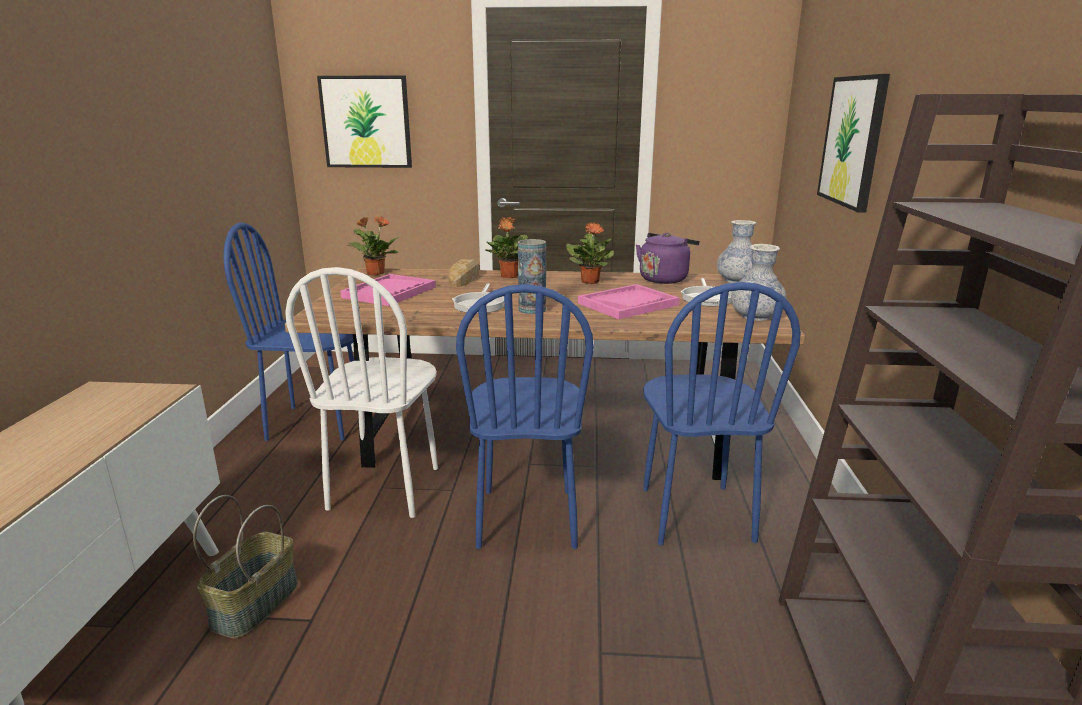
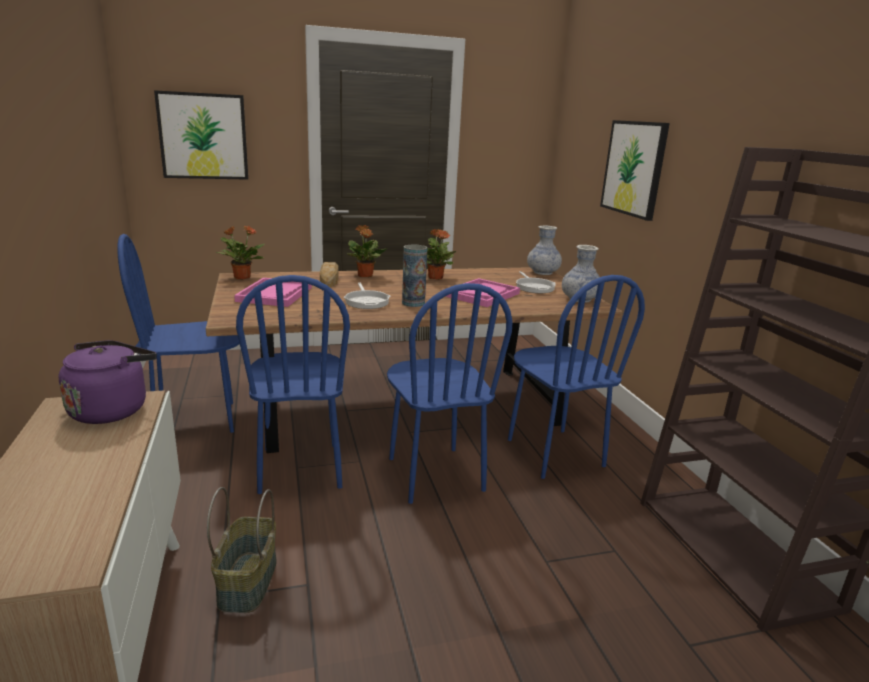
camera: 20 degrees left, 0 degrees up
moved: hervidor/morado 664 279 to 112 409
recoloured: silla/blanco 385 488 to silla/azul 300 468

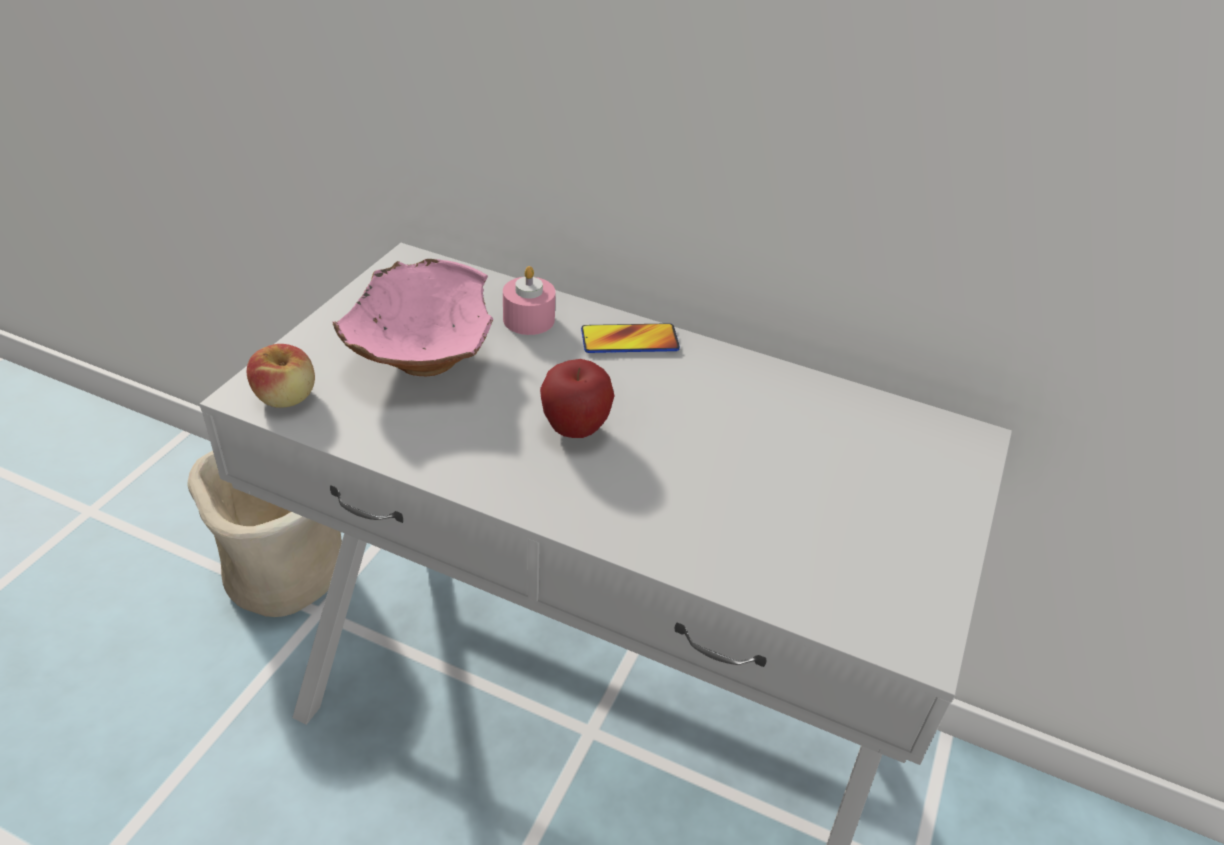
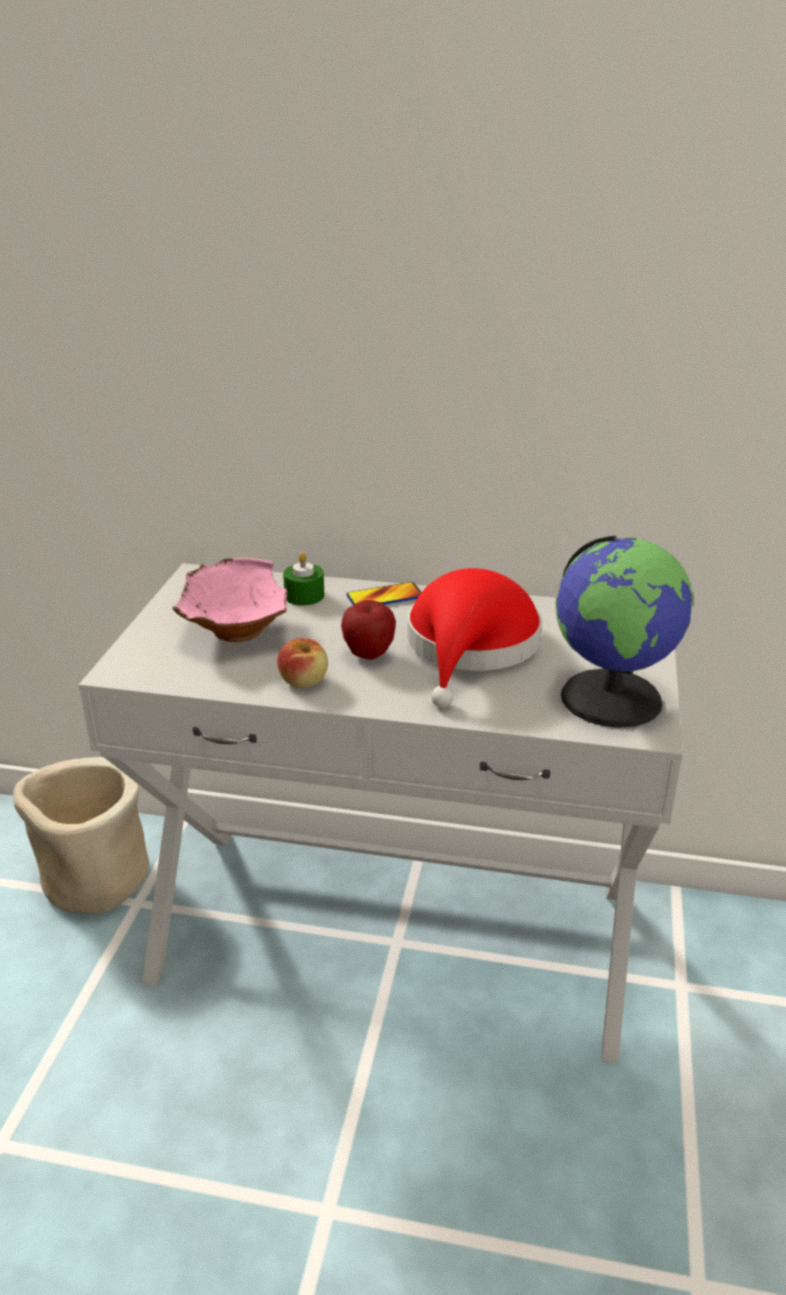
camera: 10 degrees left, 10 degrees down
added: sombrero/rojo 471 647; globo terráqueo 612 697
moved: manzana 286 397 to 304 681
recoloured: vela/rosa 528 319 to vela/verde 304 596

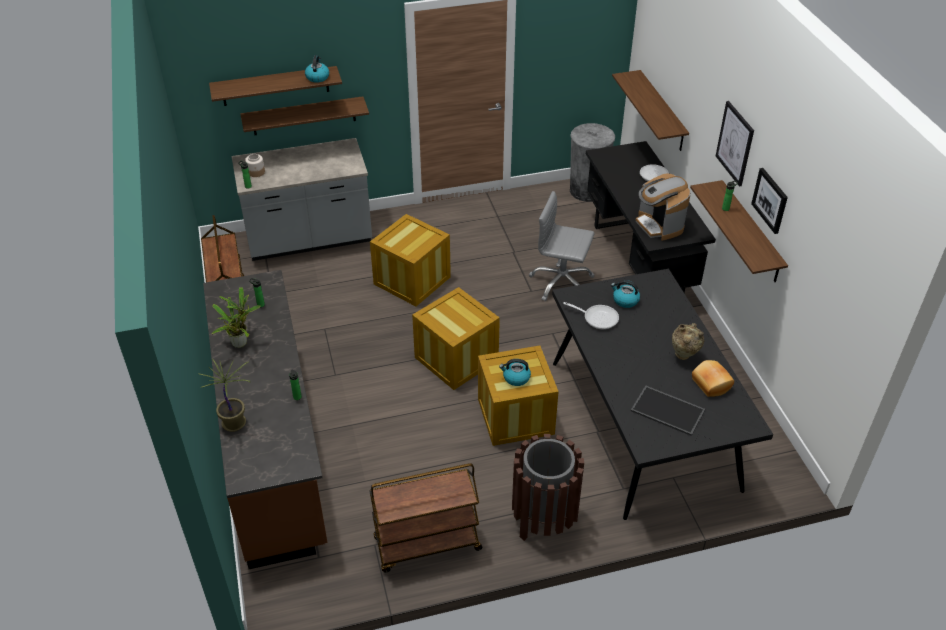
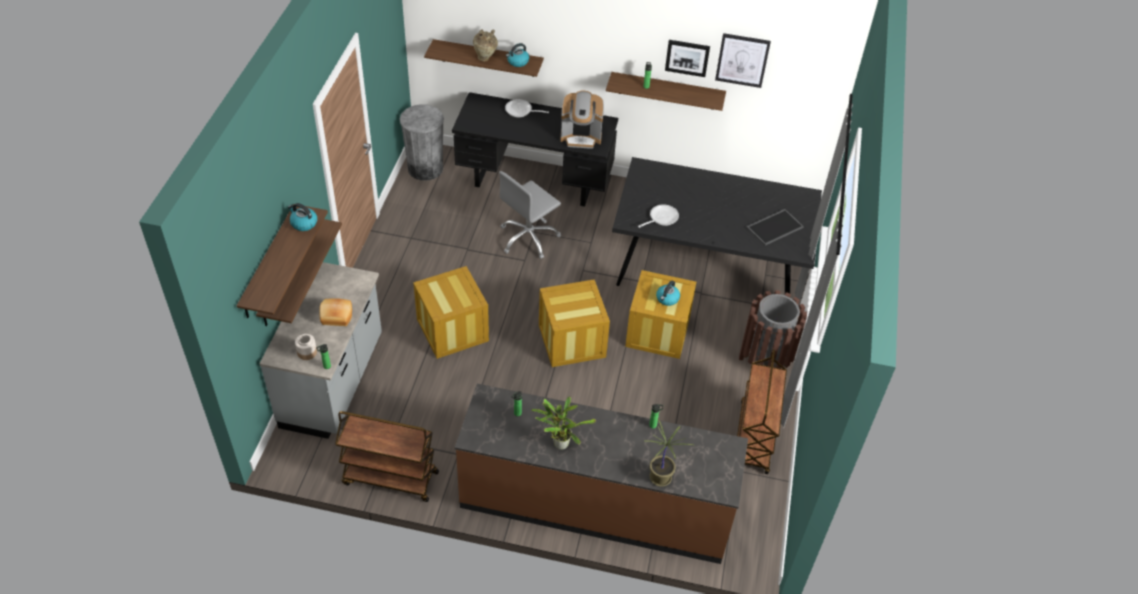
camera: 65 degrees left, 5 degrees up
moved: hervidor 625 300 to 517 62; florero/beis 684 356 to 485 58; pan 710 384 to 336 317; cuadro 735 143 to 742 60

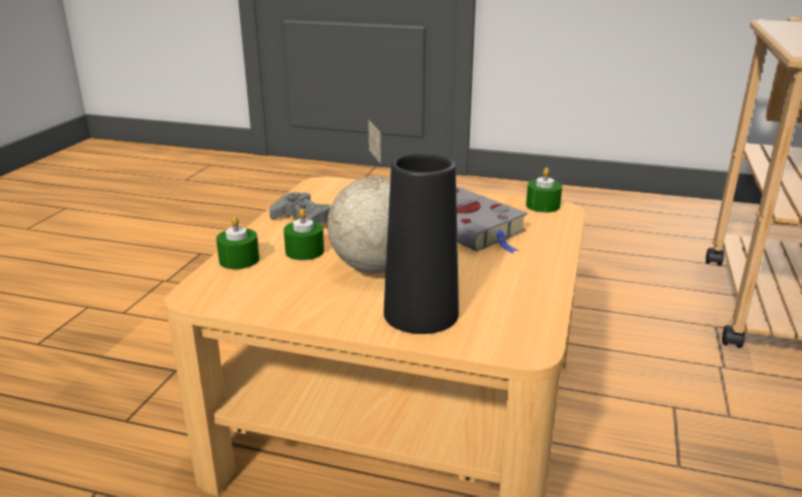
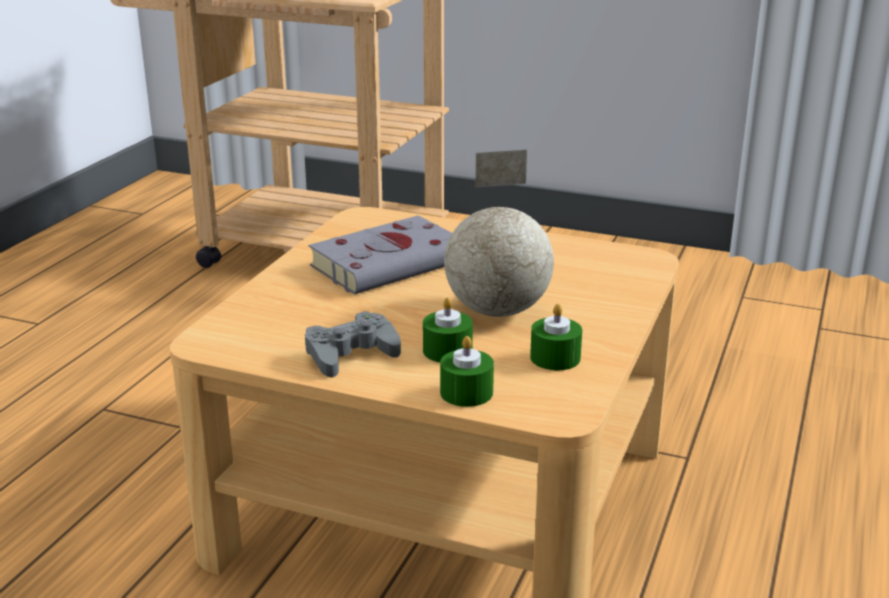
camera: 85 degrees left, 0 degrees up
removed: florero/negro 421 313
moved: vela/verde 542 206 to 555 358

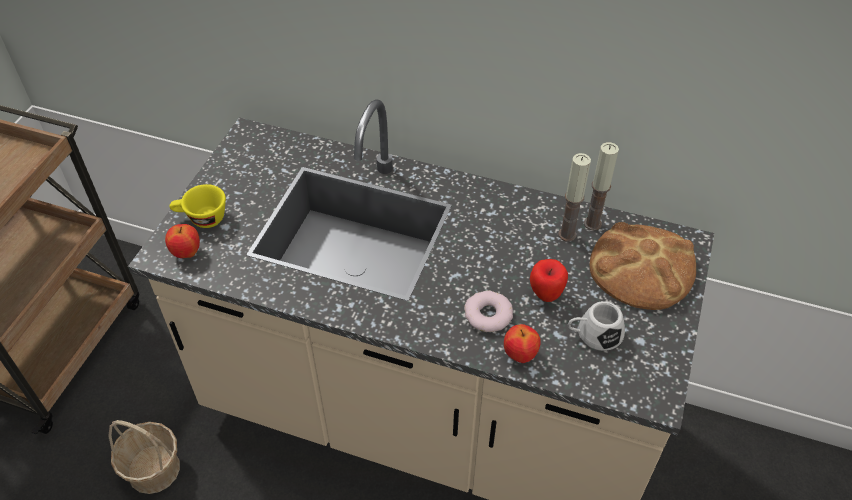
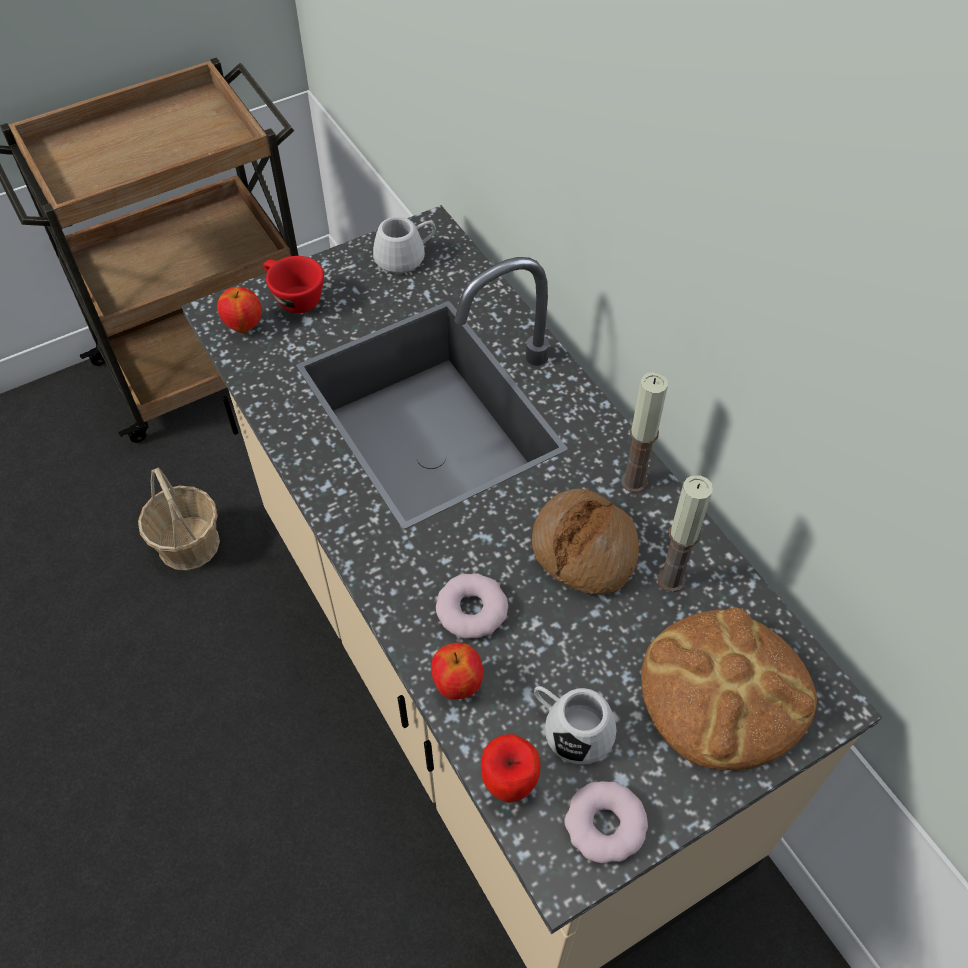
camera: 40 degrees right, 5 degrees up
added: taza grande/blanco 406 256; pan 584 549; rosquilla 605 825
moved: manzana 545 295 to 509 784; vela 592 223 to 634 481
recoloured: taza/amarillo 201 219 to taza/rojo 293 298

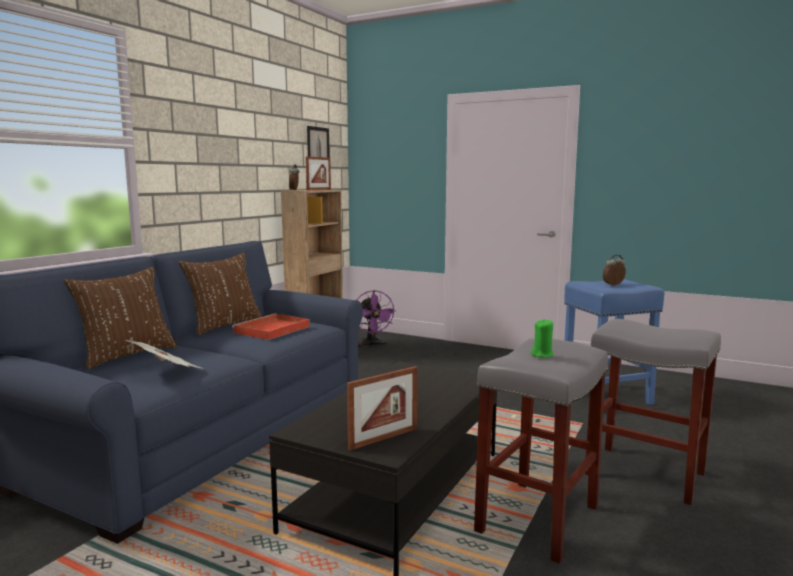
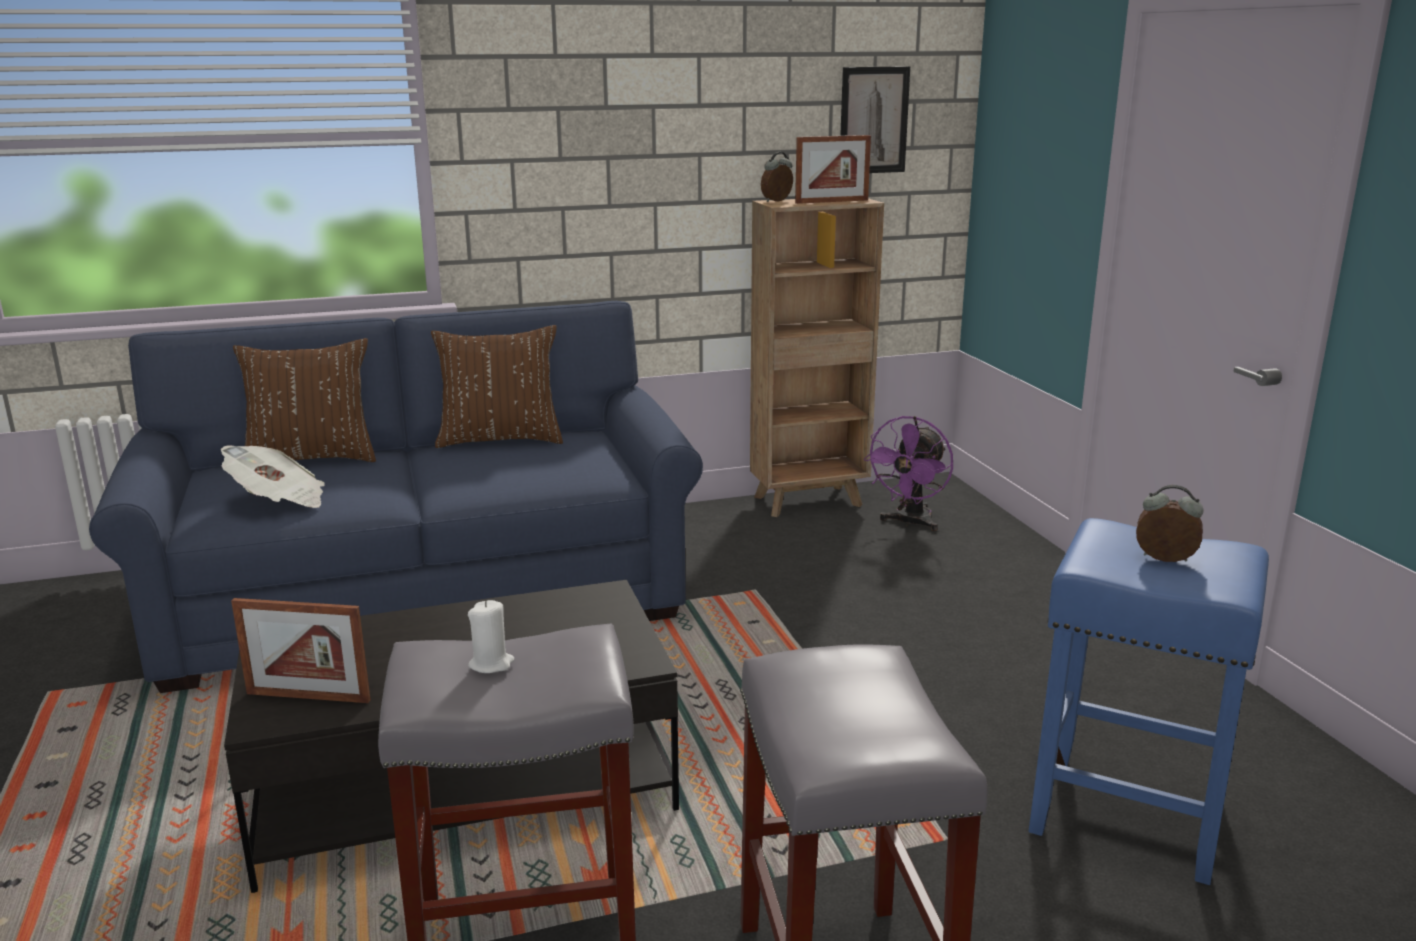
camera: 45 degrees right, 10 degrees up
removed: bandeja/rojo 271 330
recoloured: vela/verde 542 355 to vela/blanco 491 664

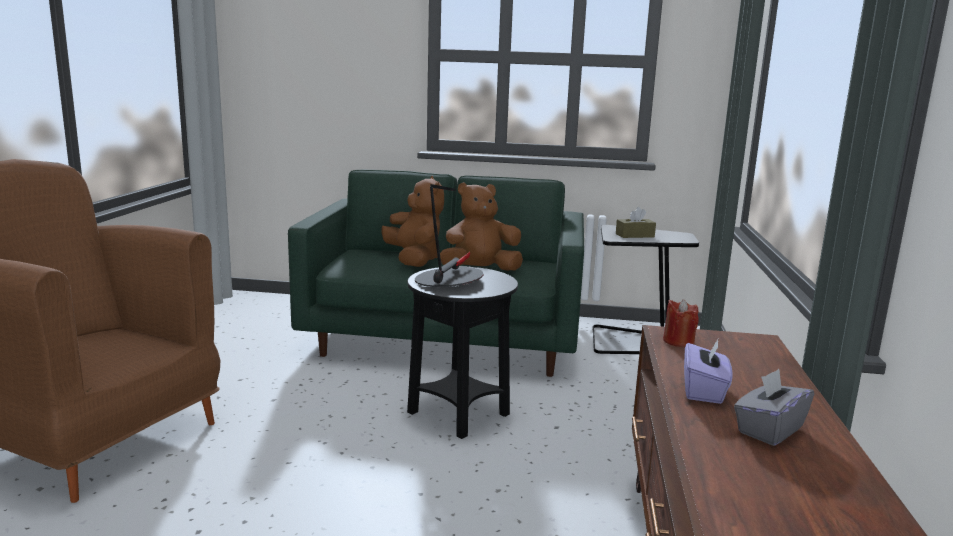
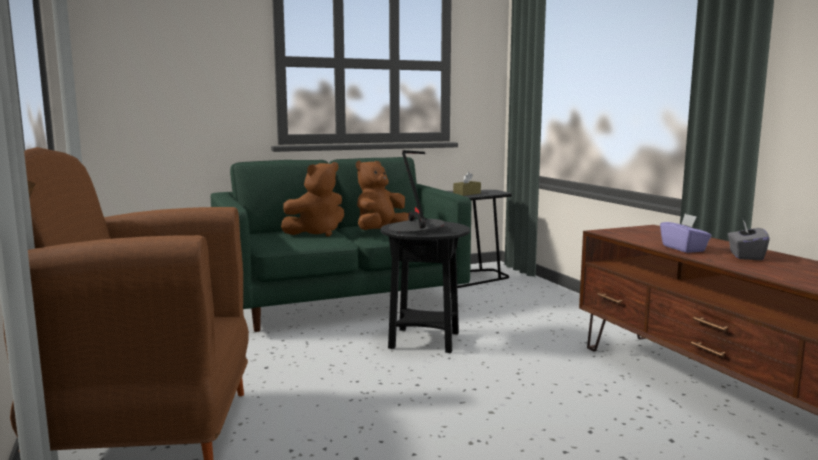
camera: 30 degrees left, 5 degrees down
removed: vela/rojo 678 341
turned: peluche/marrón 414 260 = 316 233 105 degrees clockwise

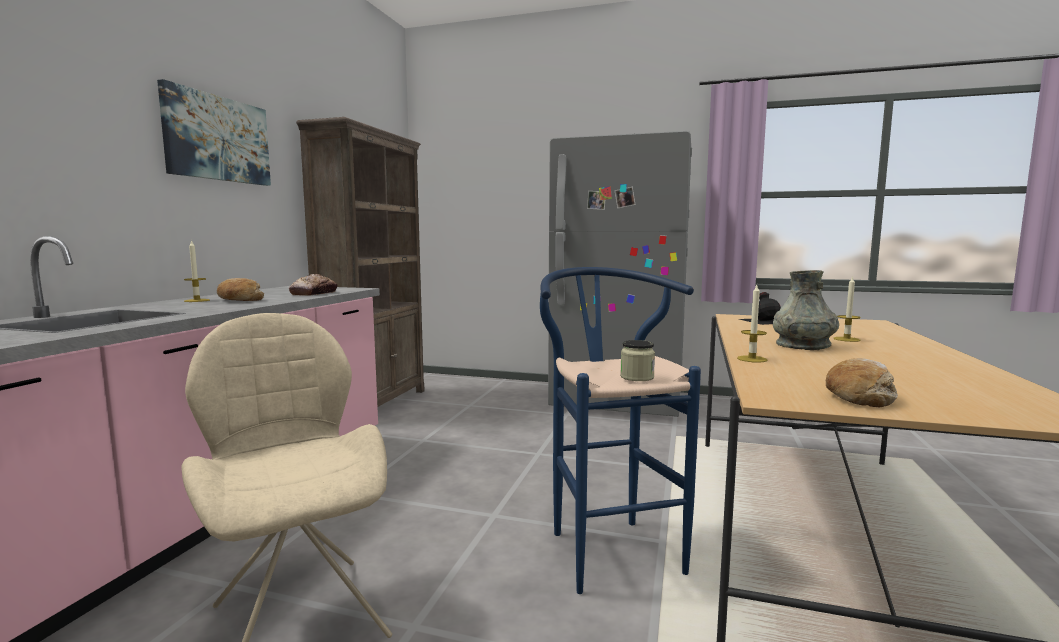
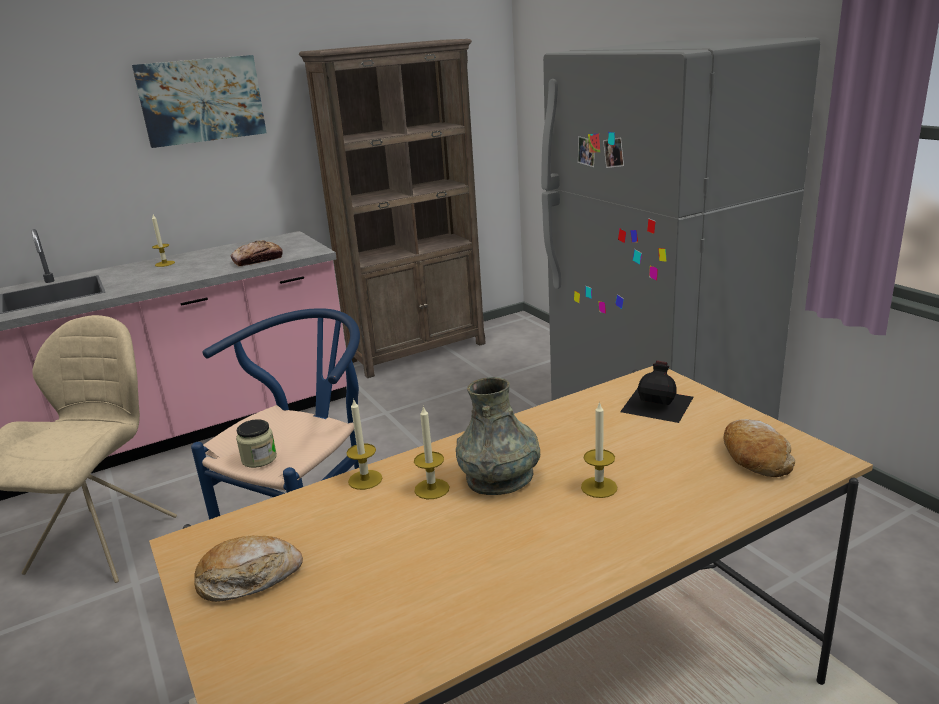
camera: 45 degrees right, 15 degrees up
added: vela 432 489
moved: pan 239 300 to 754 458

